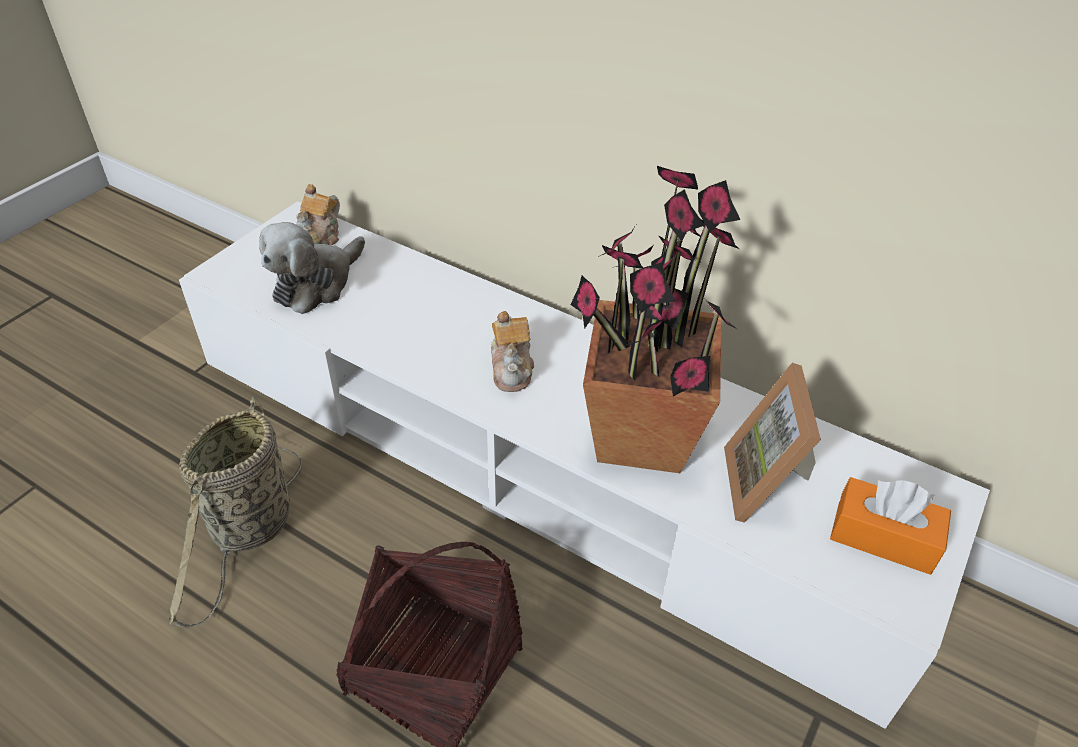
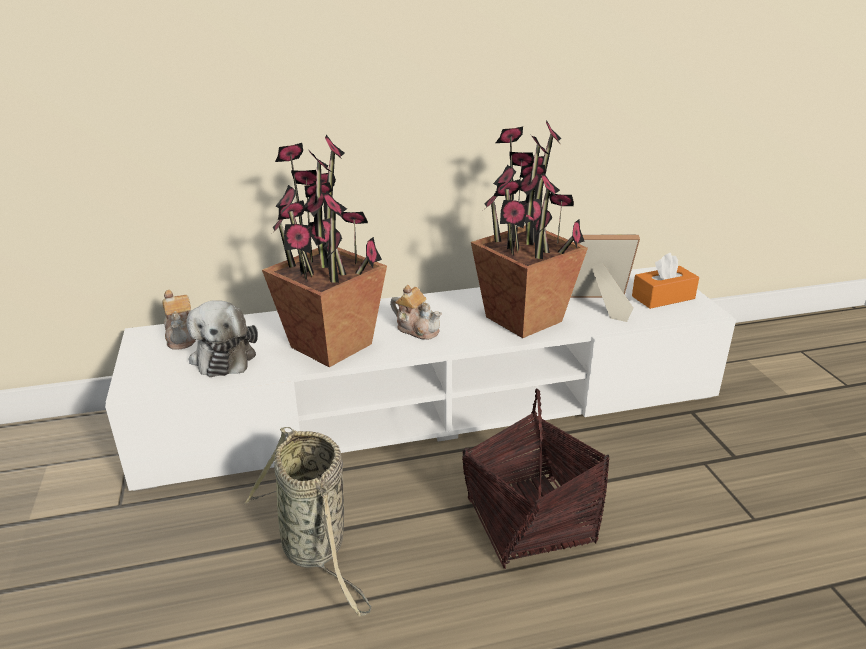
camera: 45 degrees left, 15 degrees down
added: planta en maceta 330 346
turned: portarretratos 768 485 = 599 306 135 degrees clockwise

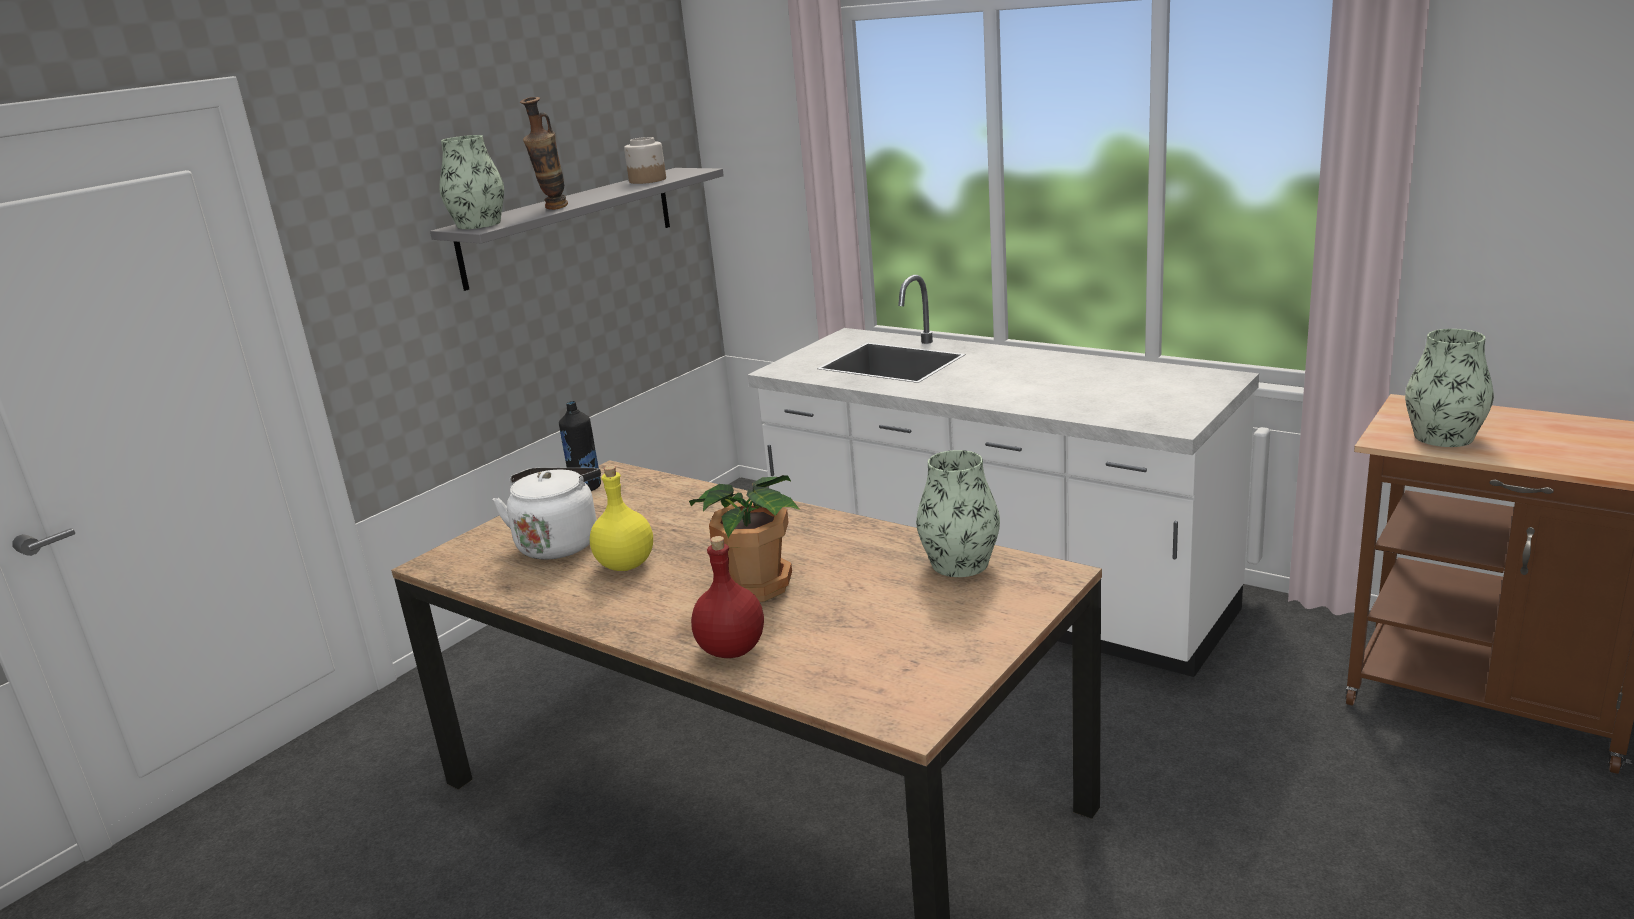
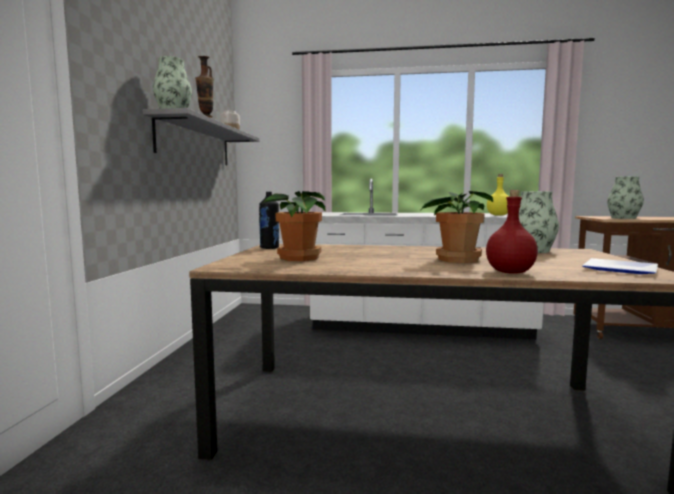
camera: 30 degrees left, 15 degrees down
added: plato 617 269
moved: botella/amarillo 626 565 to 498 215
replaced: hervidor/blanco 559 543 to planta en maceta 298 258

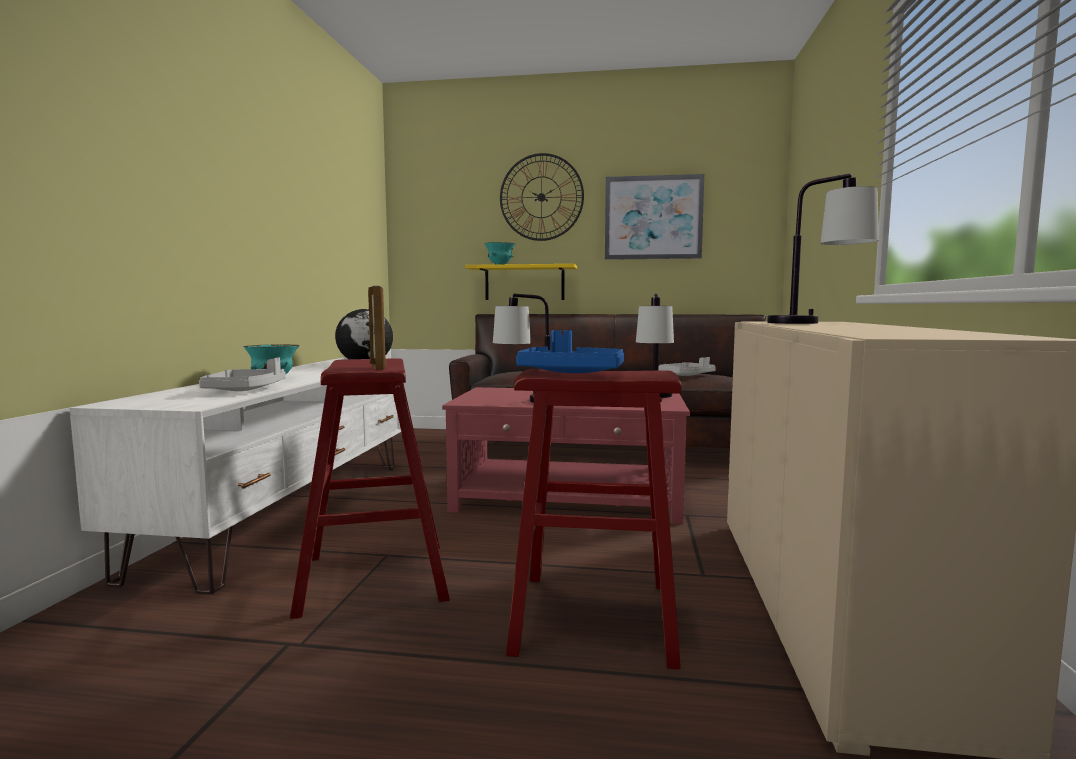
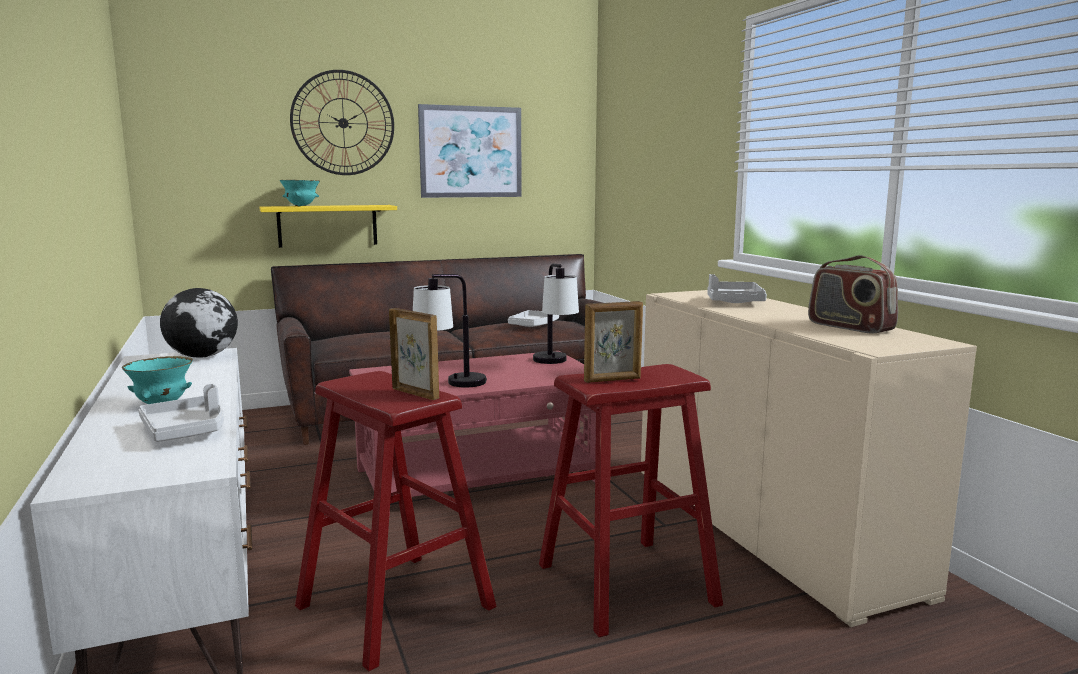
camera: 30 degrees left, 5 degrees up
added: radio 849 327
replaced: bandeja/azul 571 372 to portarretratos 613 380; lámpara de mesa 817 323 to bandeja/gris 733 302

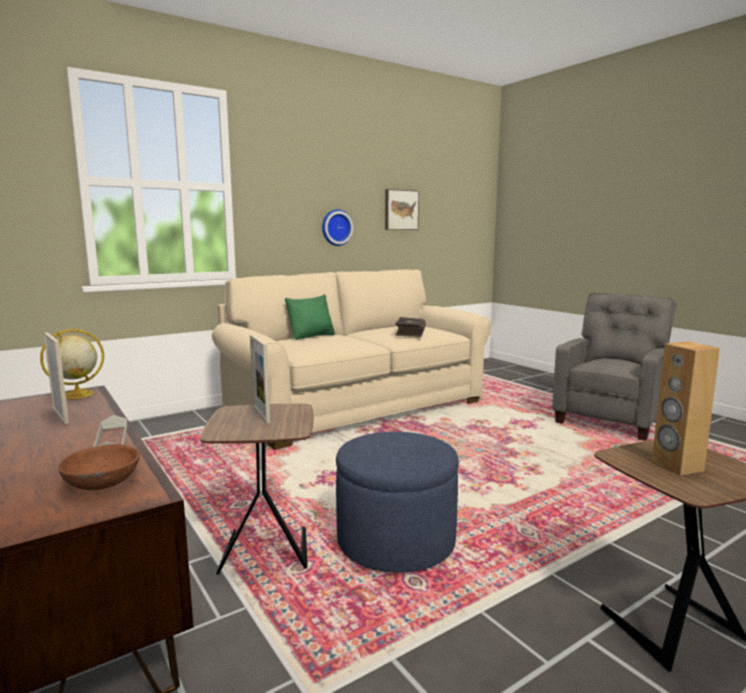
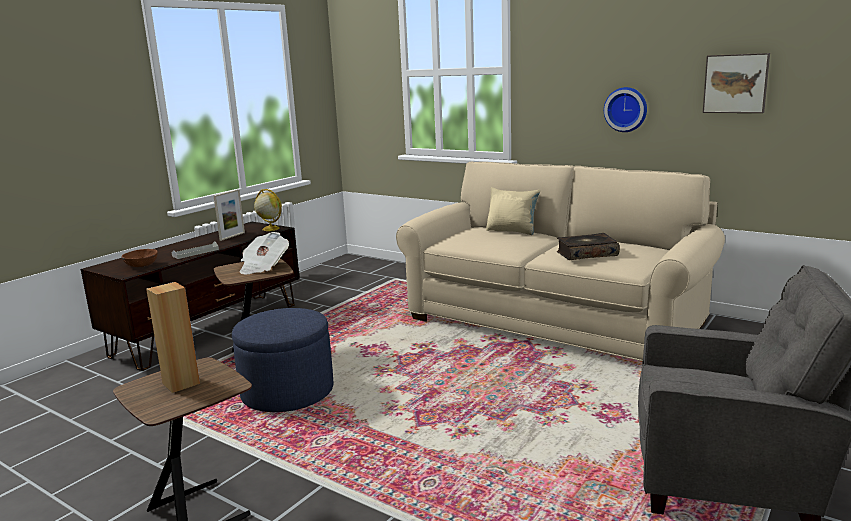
camera: 70 degrees right, 5 degrees up
replaced: portarretratos 261 414 to periódico 263 267
recoloured: cojín/verde 311 336 to cojín/beis 512 231

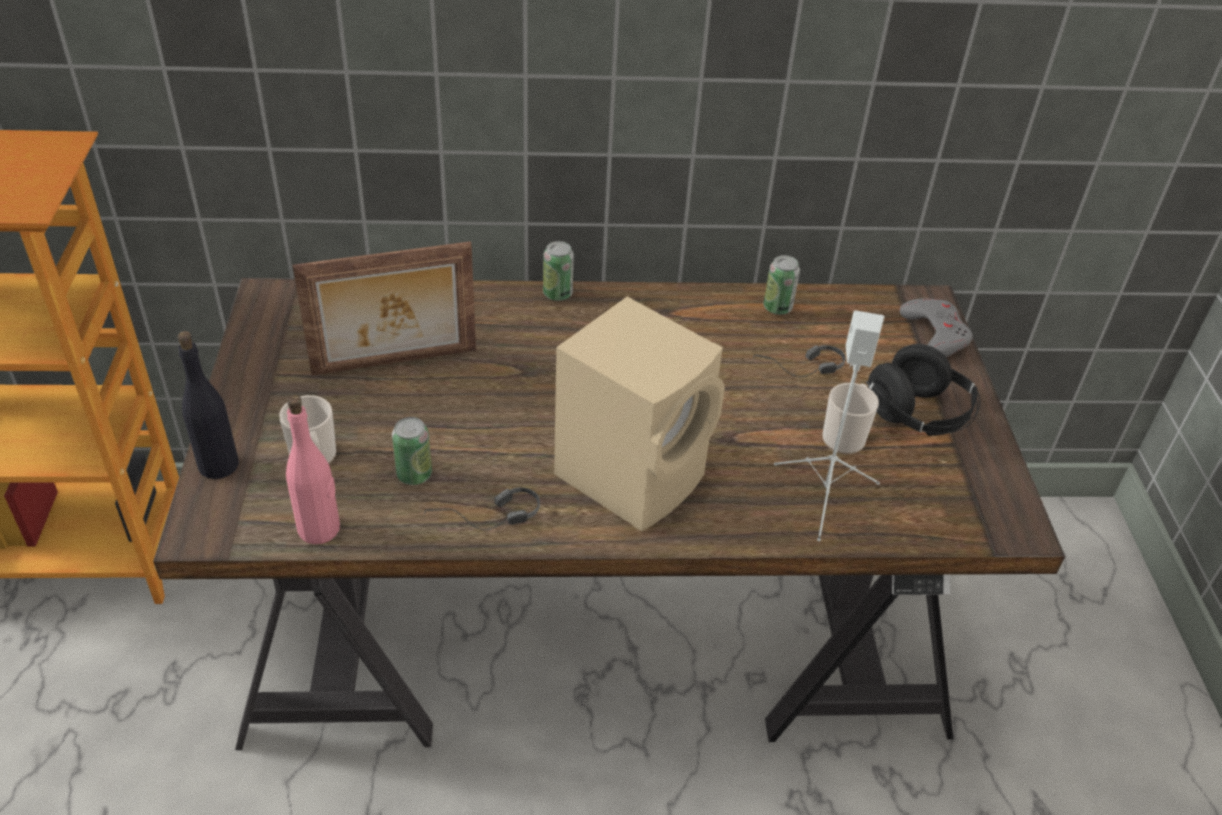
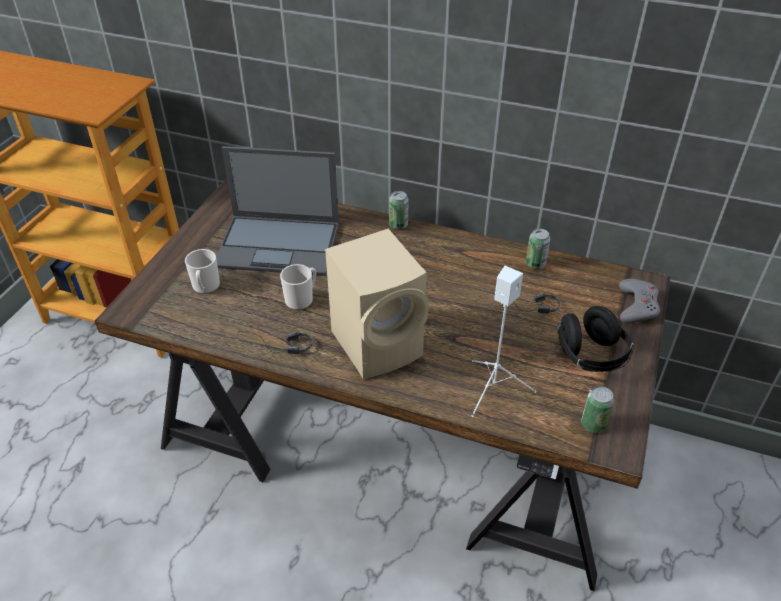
camera: 25 degrees right, 0 degrees up
removed: botella/negro 218 465; botella/rosa 319 529
moved: lata 414 474 to 593 424; taza grande 845 436 to 301 299
replaced: portarretratos 395 363 to portátil 280 244

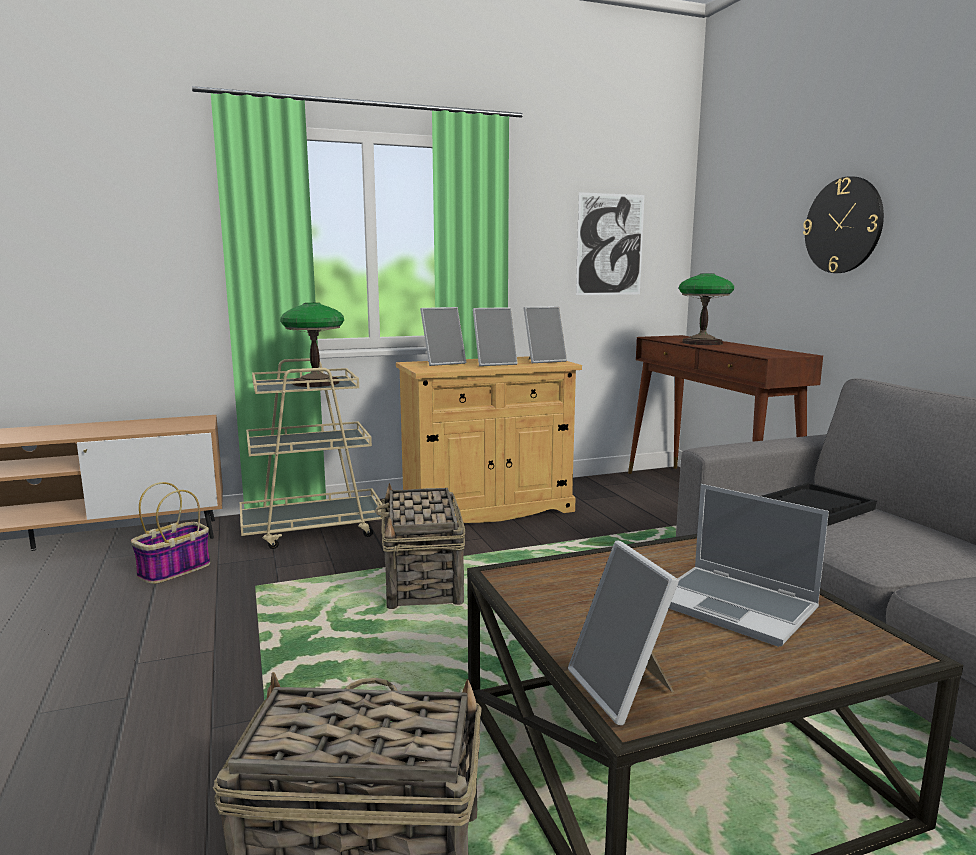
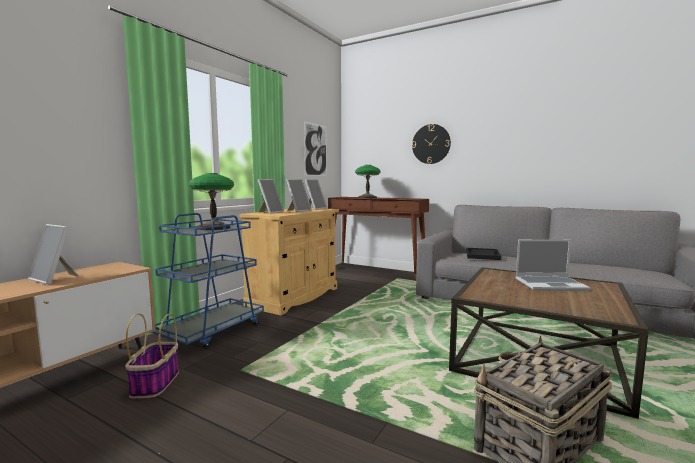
camera: 40 degrees left, 5 degrees down
removed: cesta 422 581
moved: portarretratos 623 690 to 54 279
recoloured: carrito/beis 313 529 to carrito/azul 212 331

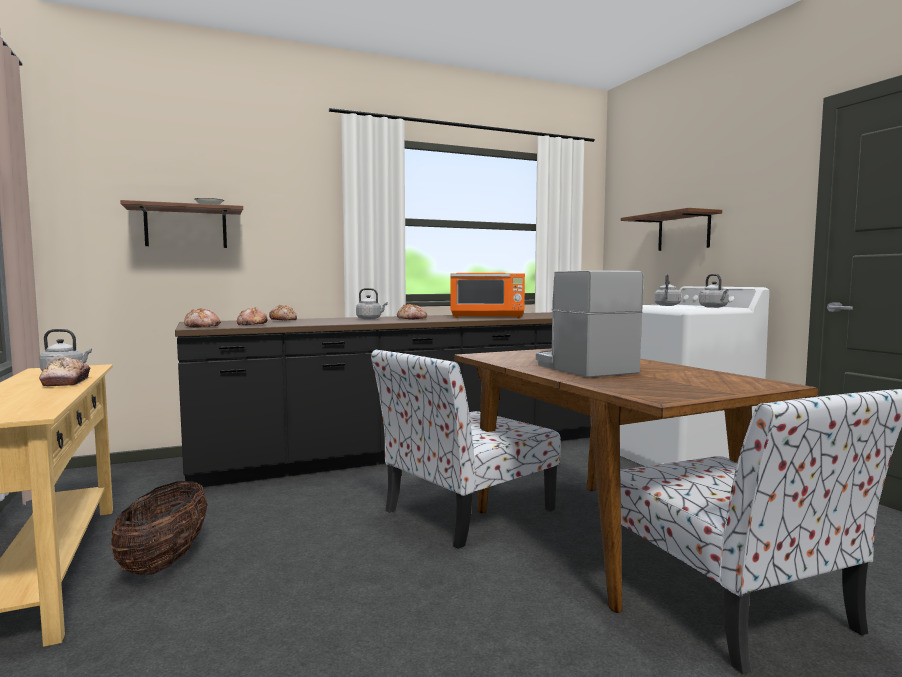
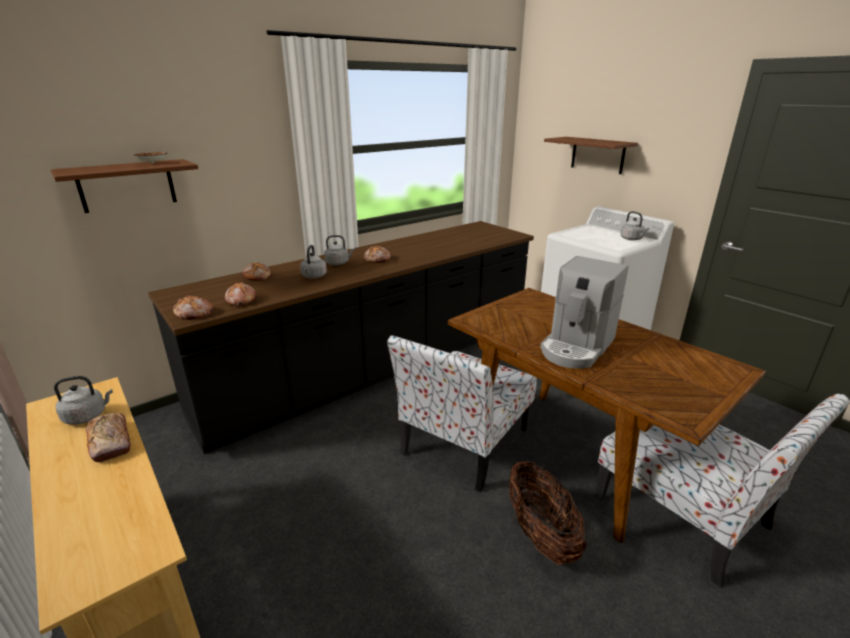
camera: 15 degrees left, 20 degrees up
removed: microondas/naranja 488 317
moved: cesta 164 561 to 540 534; hervidor/gris 667 305 to 313 276
turned: cafetera 581 368 = 577 347 105 degrees counterclockwise

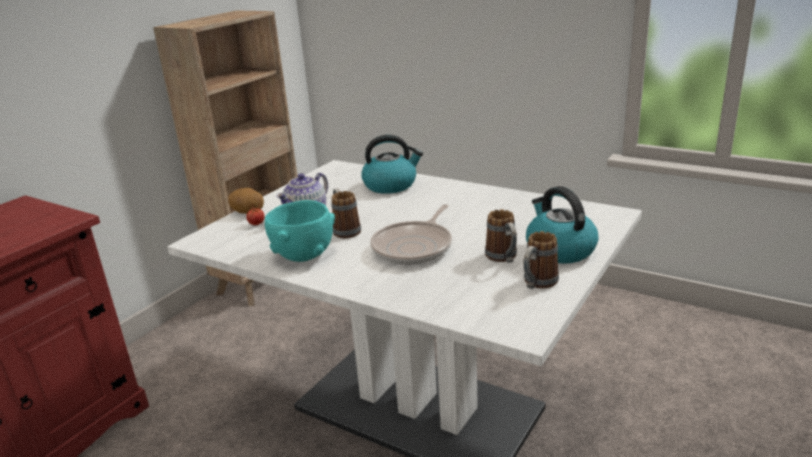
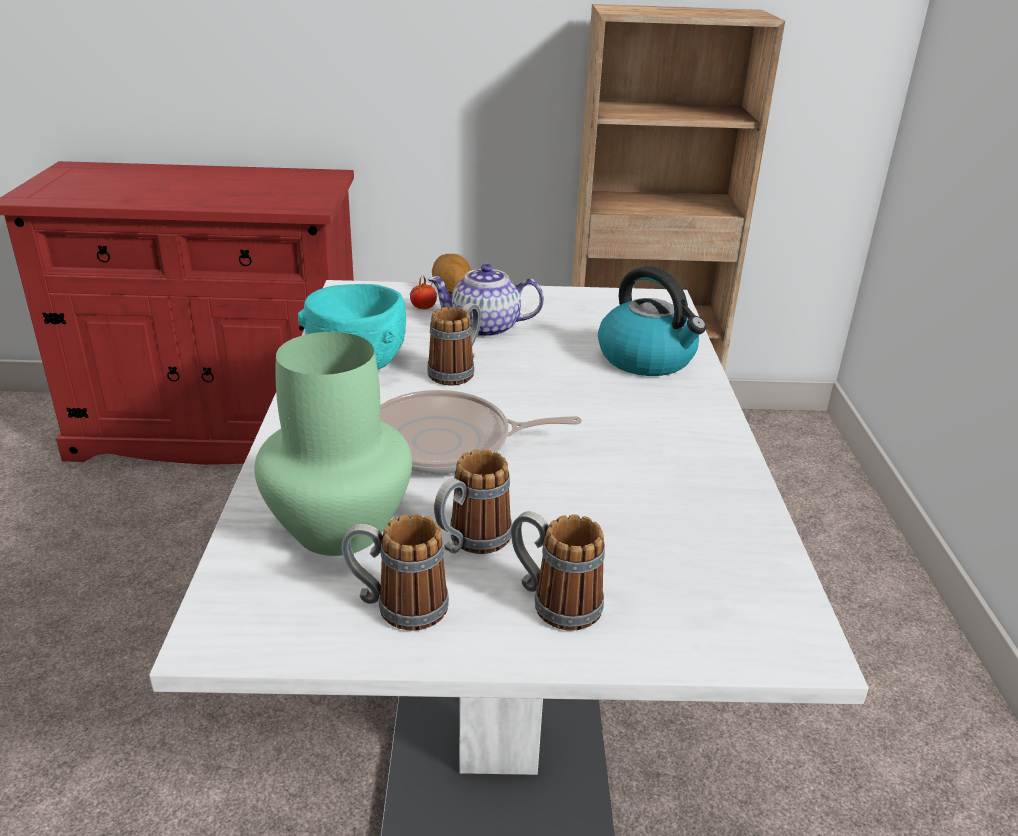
camera: 55 degrees right, 5 degrees up
added: florero/verde 338 527
replaced: hervidor 559 250 to taza grande 554 602

